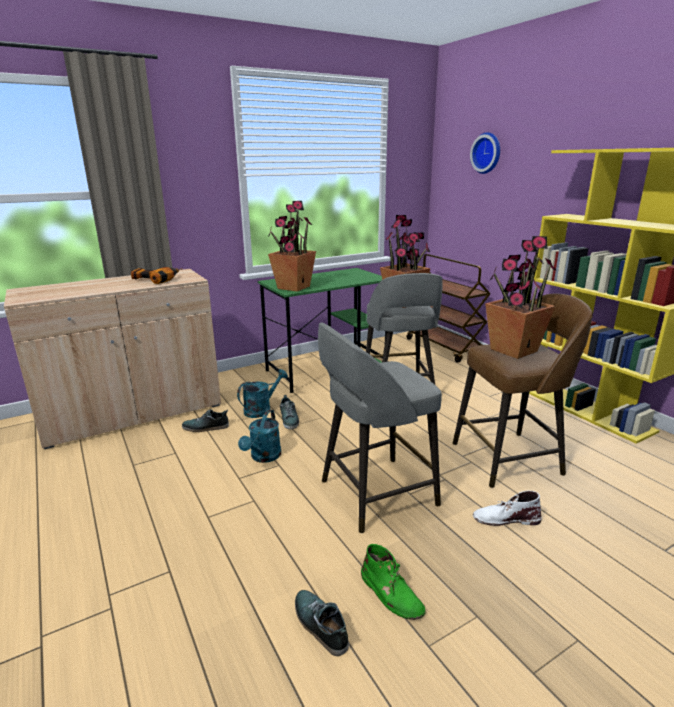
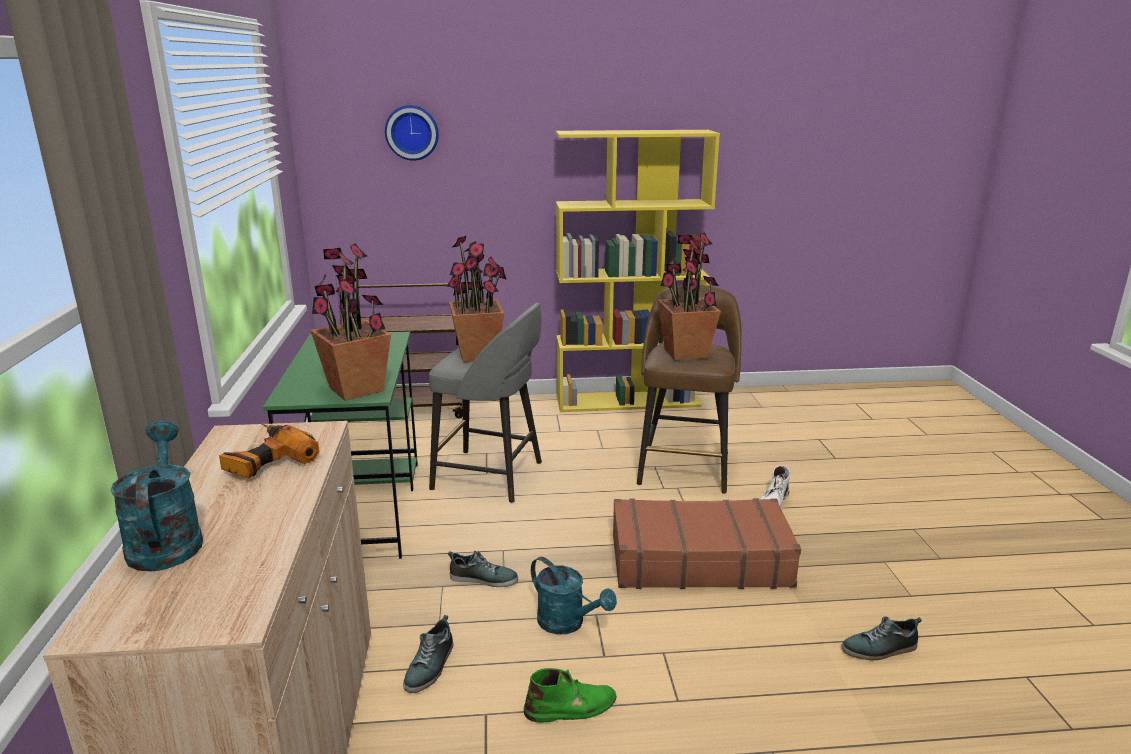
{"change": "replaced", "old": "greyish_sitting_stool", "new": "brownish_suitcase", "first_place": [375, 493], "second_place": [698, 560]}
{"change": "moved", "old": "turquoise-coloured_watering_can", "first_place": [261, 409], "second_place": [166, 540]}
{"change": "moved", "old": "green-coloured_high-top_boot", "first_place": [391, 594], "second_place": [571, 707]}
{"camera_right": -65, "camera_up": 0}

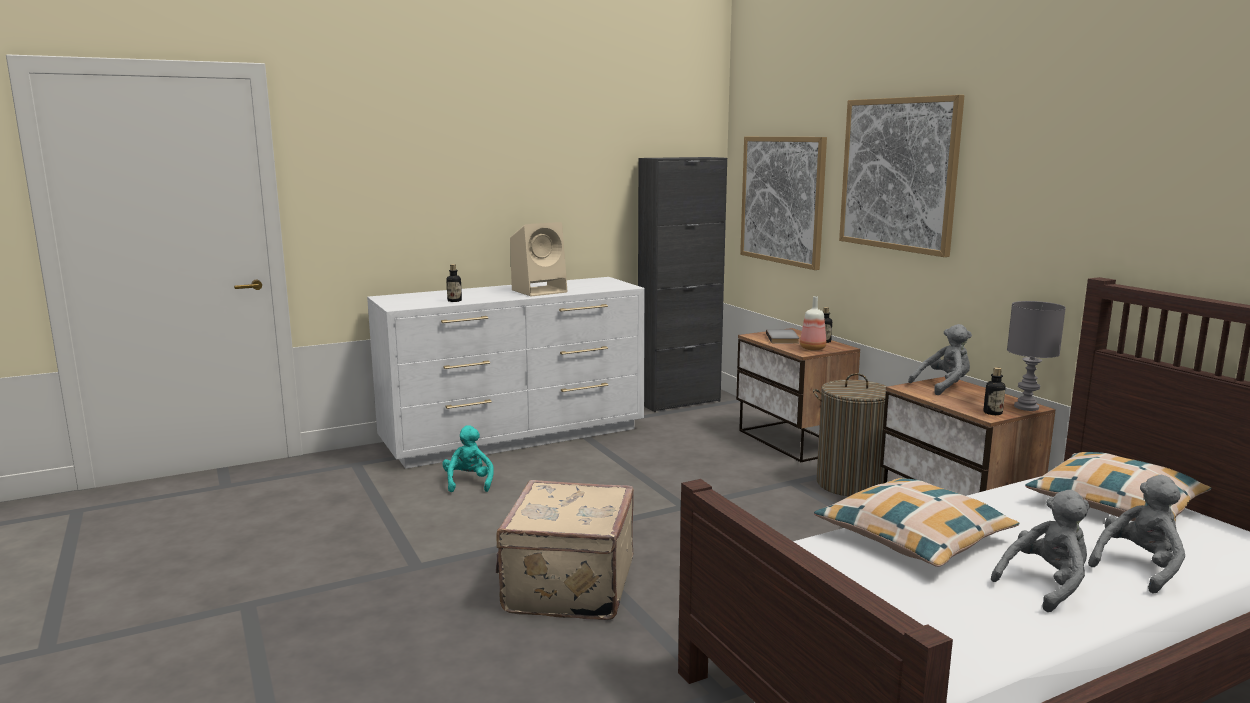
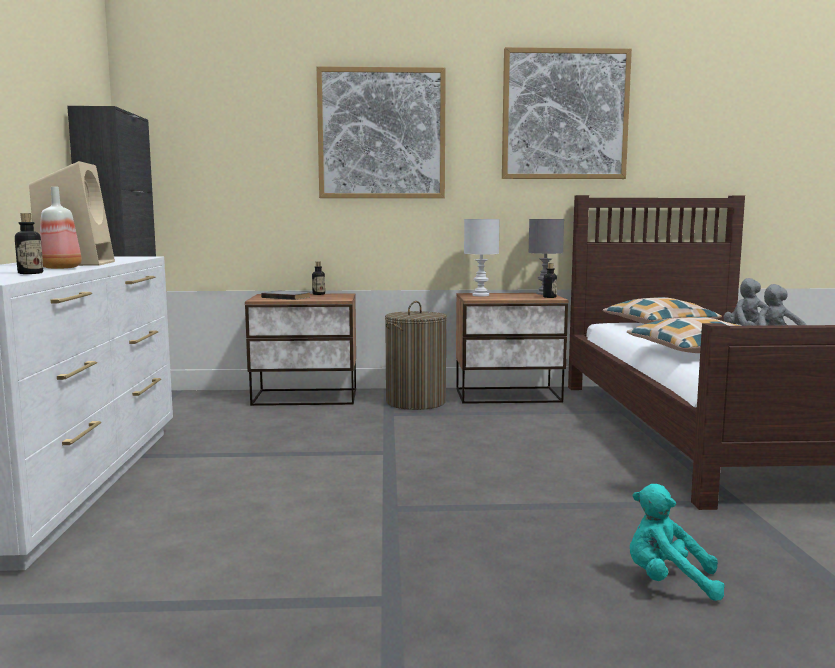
{"change": "moved", "old": "wall_art", "first_place": [782, 200], "second_place": [565, 115]}
{"change": "moved", "old": "drink_bottle", "first_place": [812, 348], "second_place": [59, 268]}
{"change": "replaced", "old": "greyish_cuddly_toy", "new": "whitish_table_lamp", "first_place": [944, 386], "second_place": [481, 295]}
{"change": "moved", "old": "turquoise-coloured_cuddly_toy", "first_place": [469, 483], "second_place": [668, 582]}
{"change": "removed", "old": "sand-coloured_suitcase", "first_place": [567, 586]}
{"camera_right": -65, "camera_up": -5}

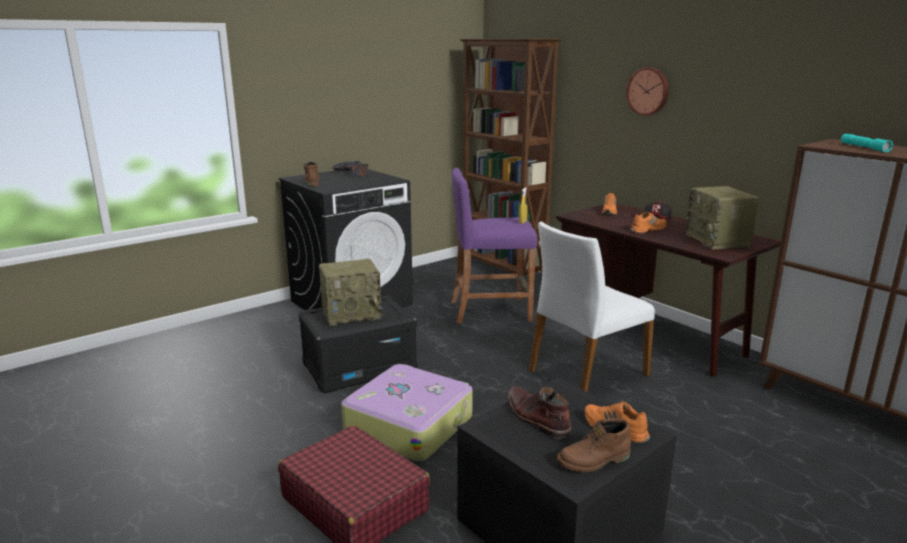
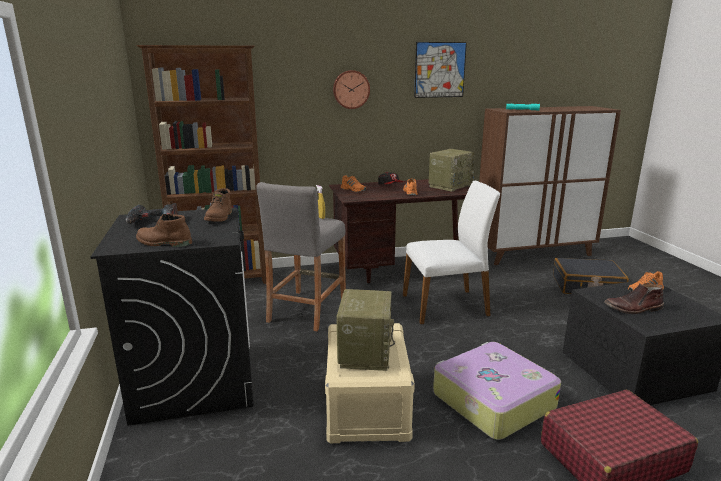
{"change": "recoloured", "old": "purple_sitting_stool", "new": "greyish_sitting_stool", "first_place": [490, 310], "second_place": [306, 310]}
{"change": "turned", "old": "radio_receiver", "first_place": [718, 241], "second_place": [450, 186], "degrees": -60}
{"change": "turned", "old": "whitish_chair", "first_place": [585, 372], "second_place": [446, 305], "degrees": -90}
{"change": "recoloured", "old": "black_storage_bin", "new": "sand-coloured_storage_bin", "first_place": [359, 367], "second_place": [366, 406]}
{"change": "moved", "old": "brownish_high-top_boot", "first_place": [594, 461], "second_place": [220, 217]}
{"change": "added", "new": "wall_art", "second_place": [440, 70]}
{"change": "added", "new": "black_suitcase", "second_place": [587, 286]}
{"camera_right": -65, "camera_up": 0}

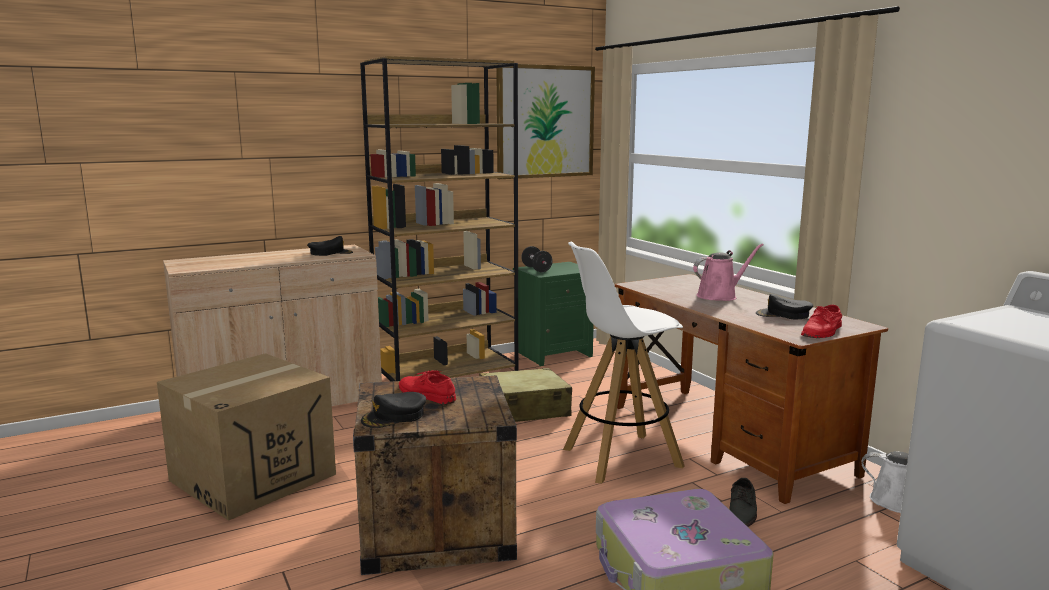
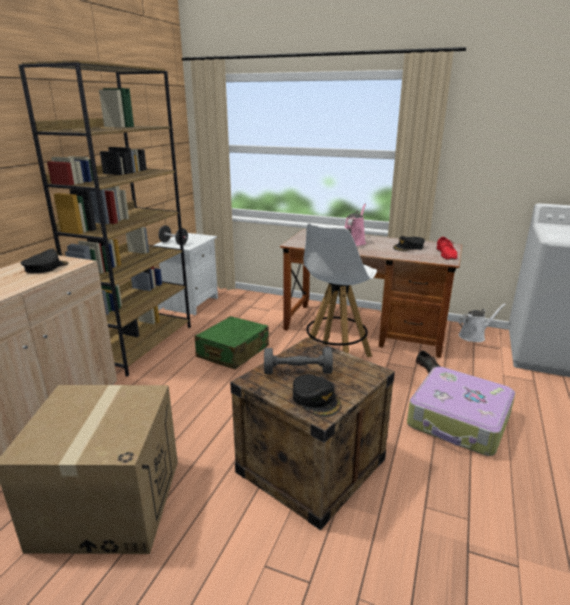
{"change": "removed", "old": "wall_art", "first_place": [545, 122]}
{"change": "recoloured", "old": "green-coloured_bedside_table", "new": "whitish_bedside_table", "first_place": [553, 354], "second_place": [190, 303]}
{"change": "recoloured", "old": "sand-coloured_suitcase", "new": "green-coloured_suitcase", "first_place": [523, 410], "second_place": [233, 352]}
{"change": "replaced", "old": "reddish_shoe", "new": "greyish_hand_weight", "first_place": [425, 395], "second_place": [297, 372]}
{"change": "turned", "old": "black_baseball_cap", "first_place": [394, 416], "second_place": [316, 399], "degrees": -45}
{"camera_right": -40, "camera_up": 10}

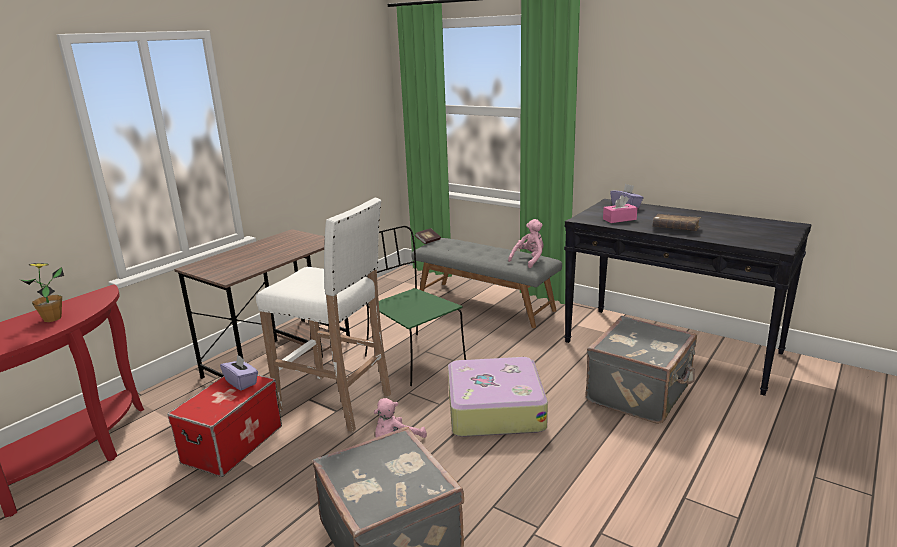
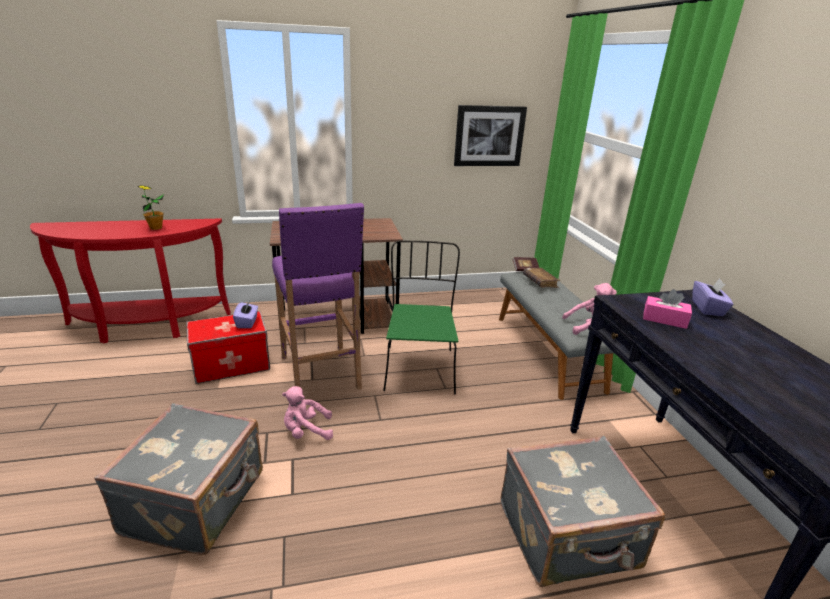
{"change": "recoloured", "old": "whitish_sitting_stool", "new": "purple_sitting_stool", "first_place": [337, 403], "second_place": [321, 373]}
{"change": "moved", "old": "brownish_volume", "first_place": [675, 228], "second_place": [540, 282]}
{"change": "removed", "old": "suitcase", "first_place": [494, 408]}
{"change": "added", "new": "wall_art", "second_place": [489, 136]}
{"camera_right": 40, "camera_up": 5}

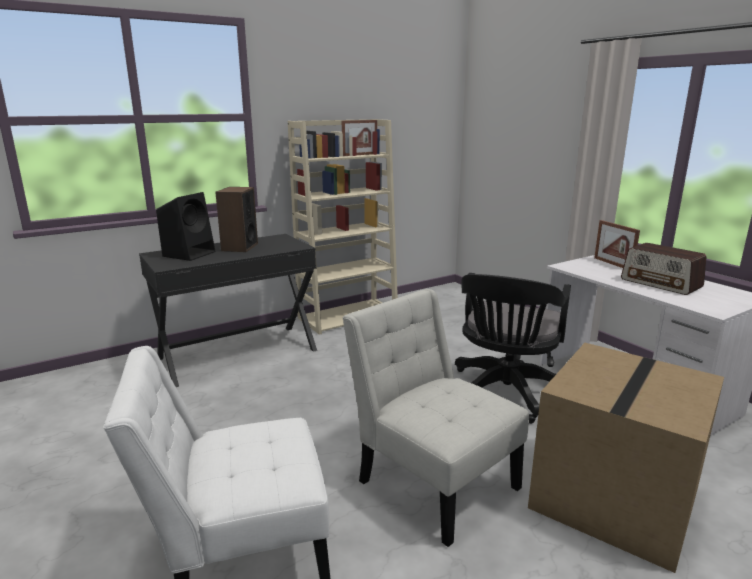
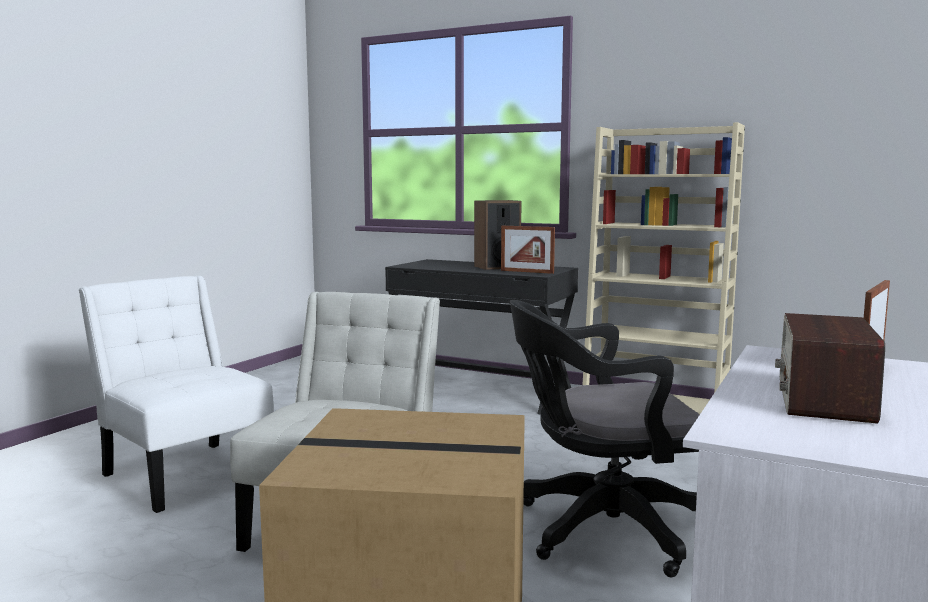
{"change": "moved", "old": "picture_frame", "first_place": [360, 155], "second_place": [527, 272]}
{"change": "removed", "old": "black_loudspeaker", "first_place": [190, 254]}
{"camera_right": 60, "camera_up": -10}

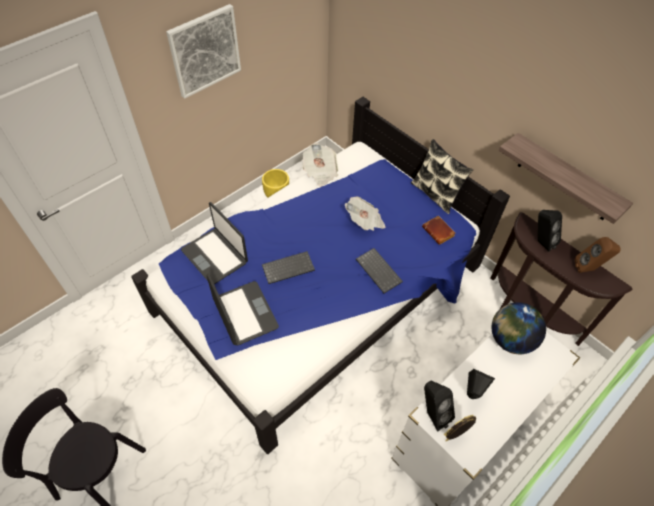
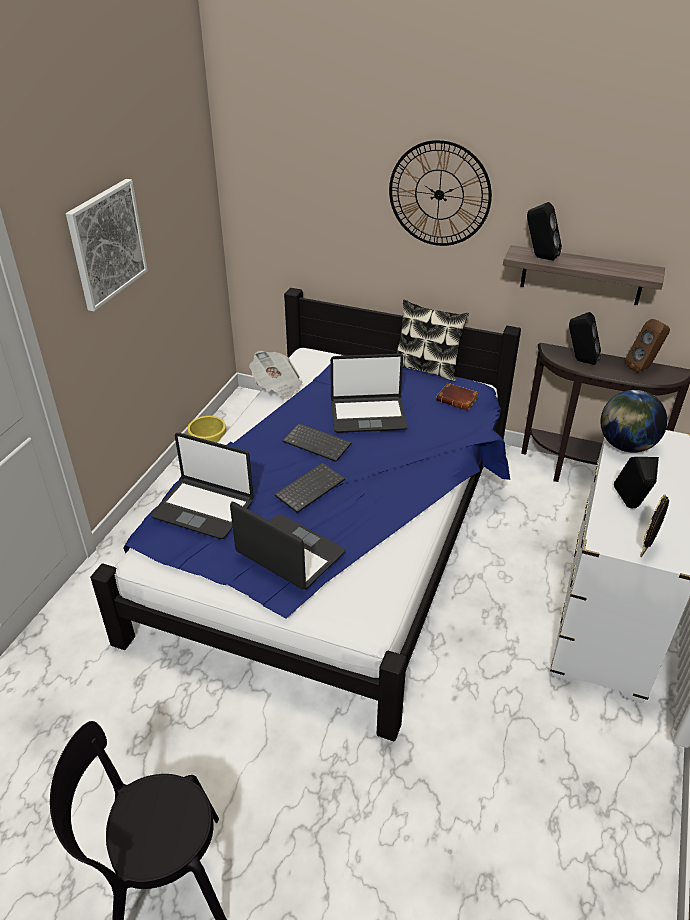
{"change": "replaced", "old": "printed_paper", "new": "notebook_computer", "first_place": [365, 221], "second_place": [368, 415]}
{"change": "moved", "old": "keyboard", "first_place": [379, 271], "second_place": [318, 443]}
{"change": "moved", "old": "black_loudspeaker", "first_place": [432, 414], "second_place": [539, 257]}
{"change": "added", "new": "clock_on_the_wall", "second_place": [439, 194]}
{"camera_right": -25, "camera_up": -15}

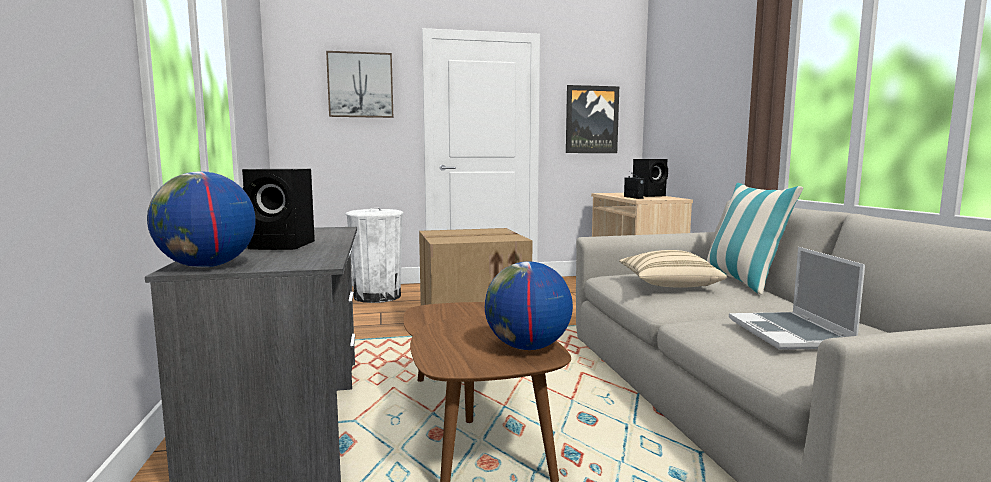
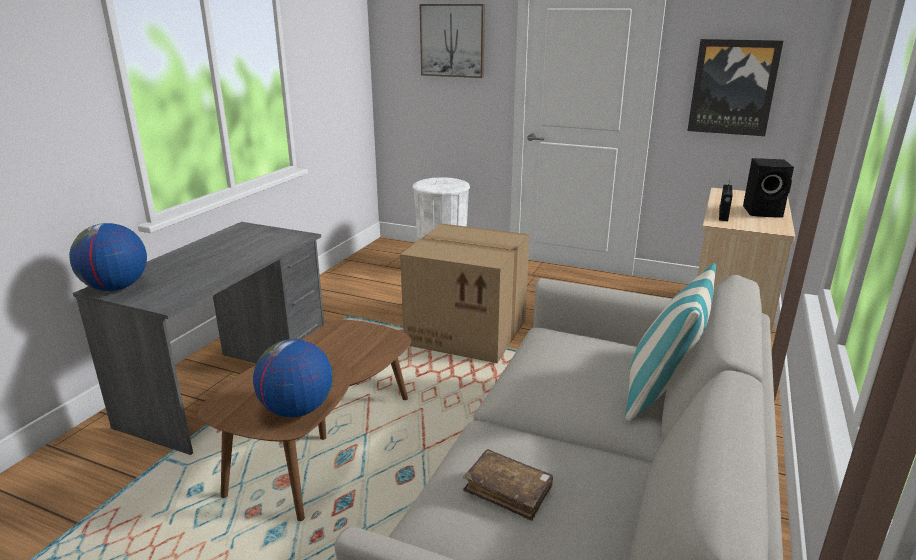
{"change": "removed", "old": "black_loudspeaker", "first_place": [284, 246]}
{"change": "replaced", "old": "notebook_computer", "new": "brownish_volume", "first_place": [790, 333], "second_place": [508, 491]}
{"change": "removed", "old": "sand-coloured_throw_pillow", "first_place": [668, 285]}
{"camera_right": 35, "camera_up": 15}

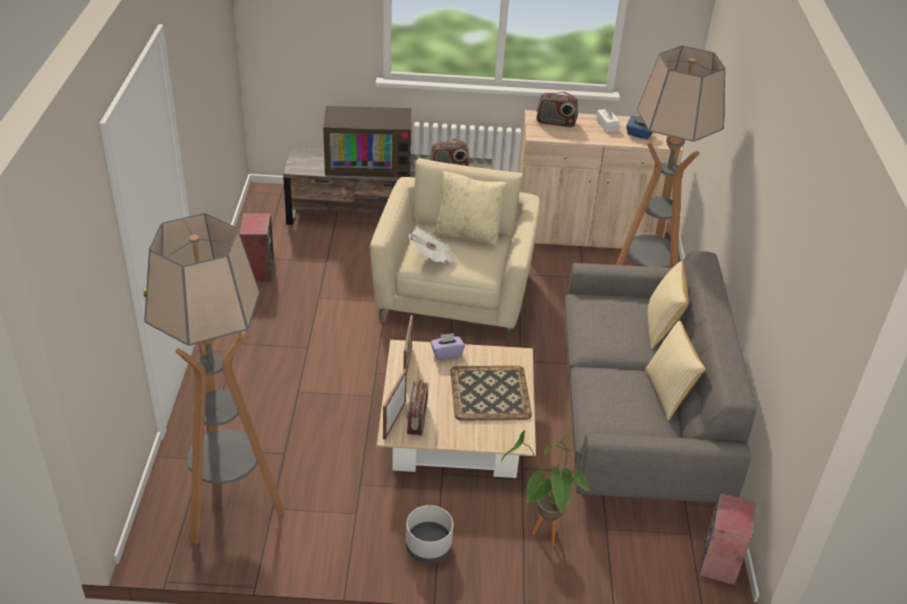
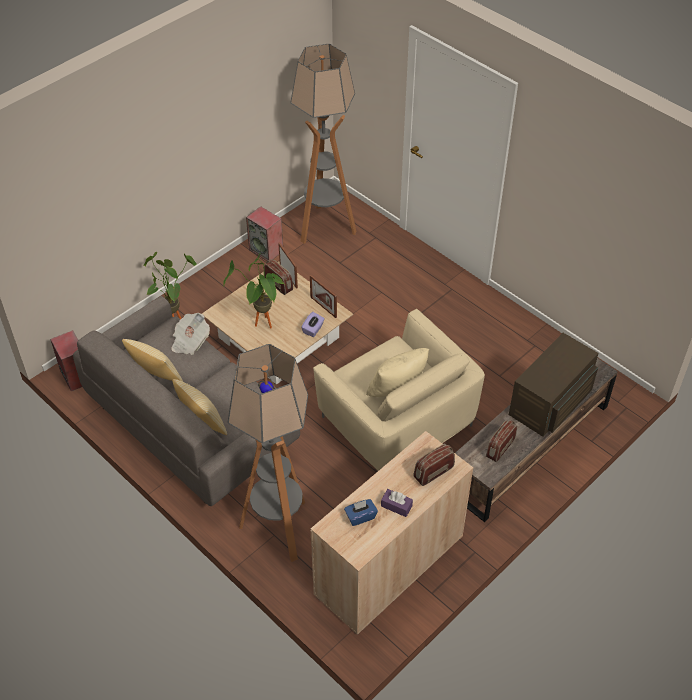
{"change": "recoloured", "old": "whitish_tissue_box", "new": "purple_tissue_box", "first_place": [606, 125], "second_place": [396, 506]}
{"change": "moved", "old": "loudspeaker", "first_place": [258, 269], "second_place": [266, 250]}
{"change": "moved", "old": "printed_paper", "first_place": [433, 258], "second_place": [190, 341]}
{"change": "replaced", "old": "serving_tray", "new": "houseplant", "first_place": [490, 393], "second_place": [262, 327]}
{"change": "removed", "old": "greyish_planter", "first_place": [429, 547]}
{"camera_right": 135, "camera_up": 10}

